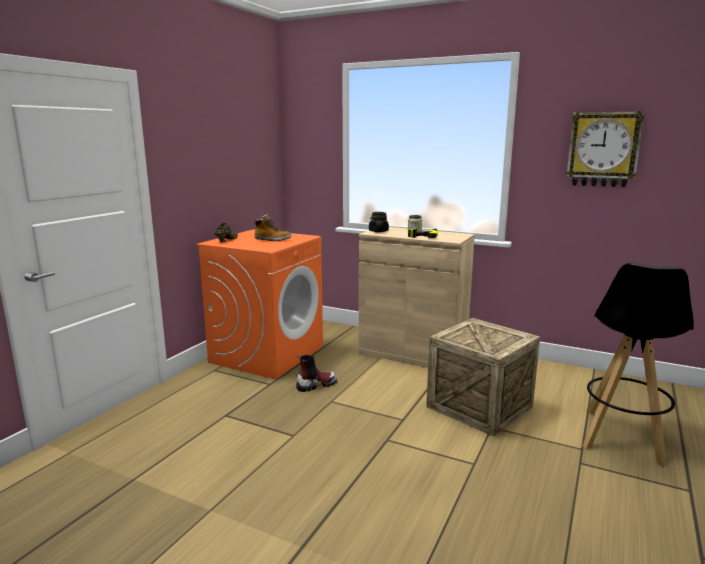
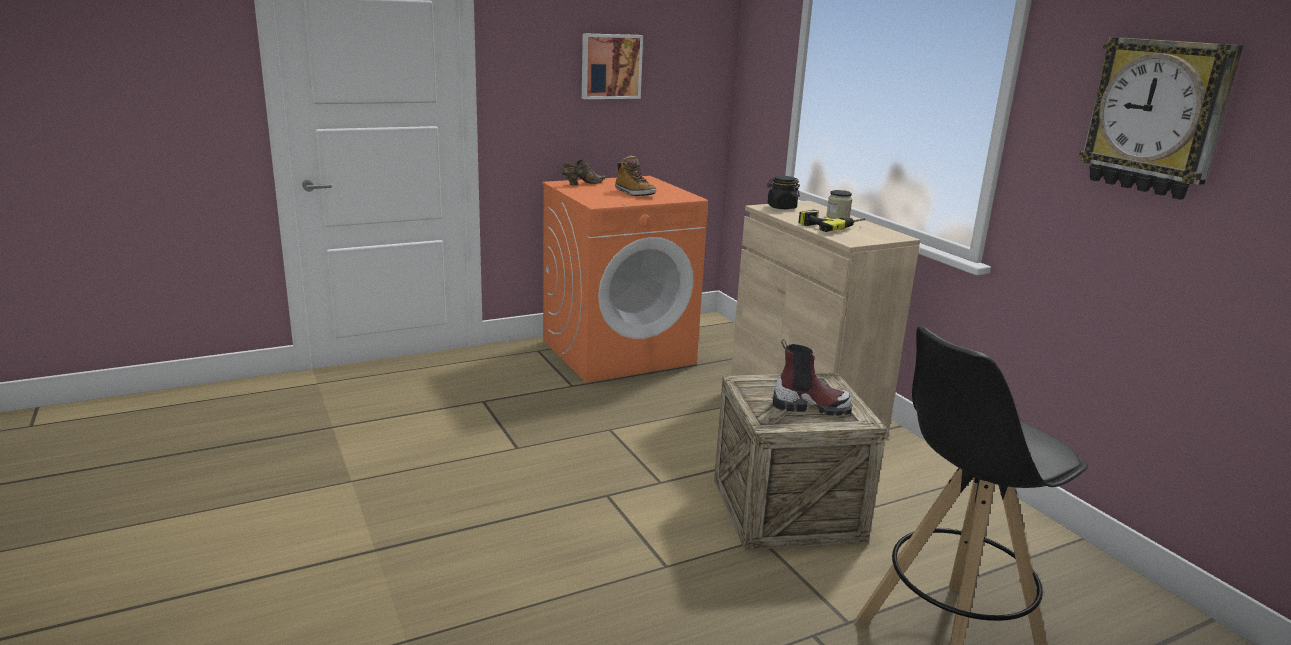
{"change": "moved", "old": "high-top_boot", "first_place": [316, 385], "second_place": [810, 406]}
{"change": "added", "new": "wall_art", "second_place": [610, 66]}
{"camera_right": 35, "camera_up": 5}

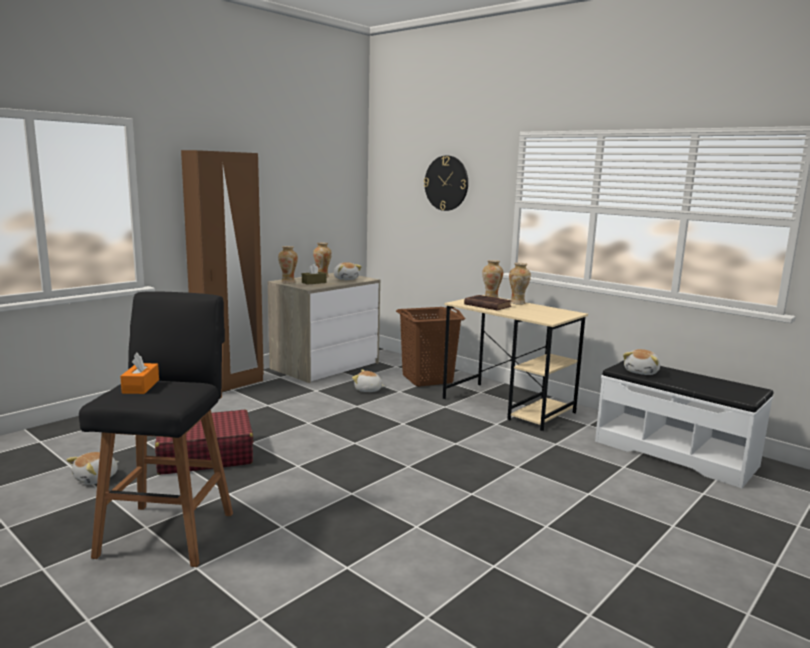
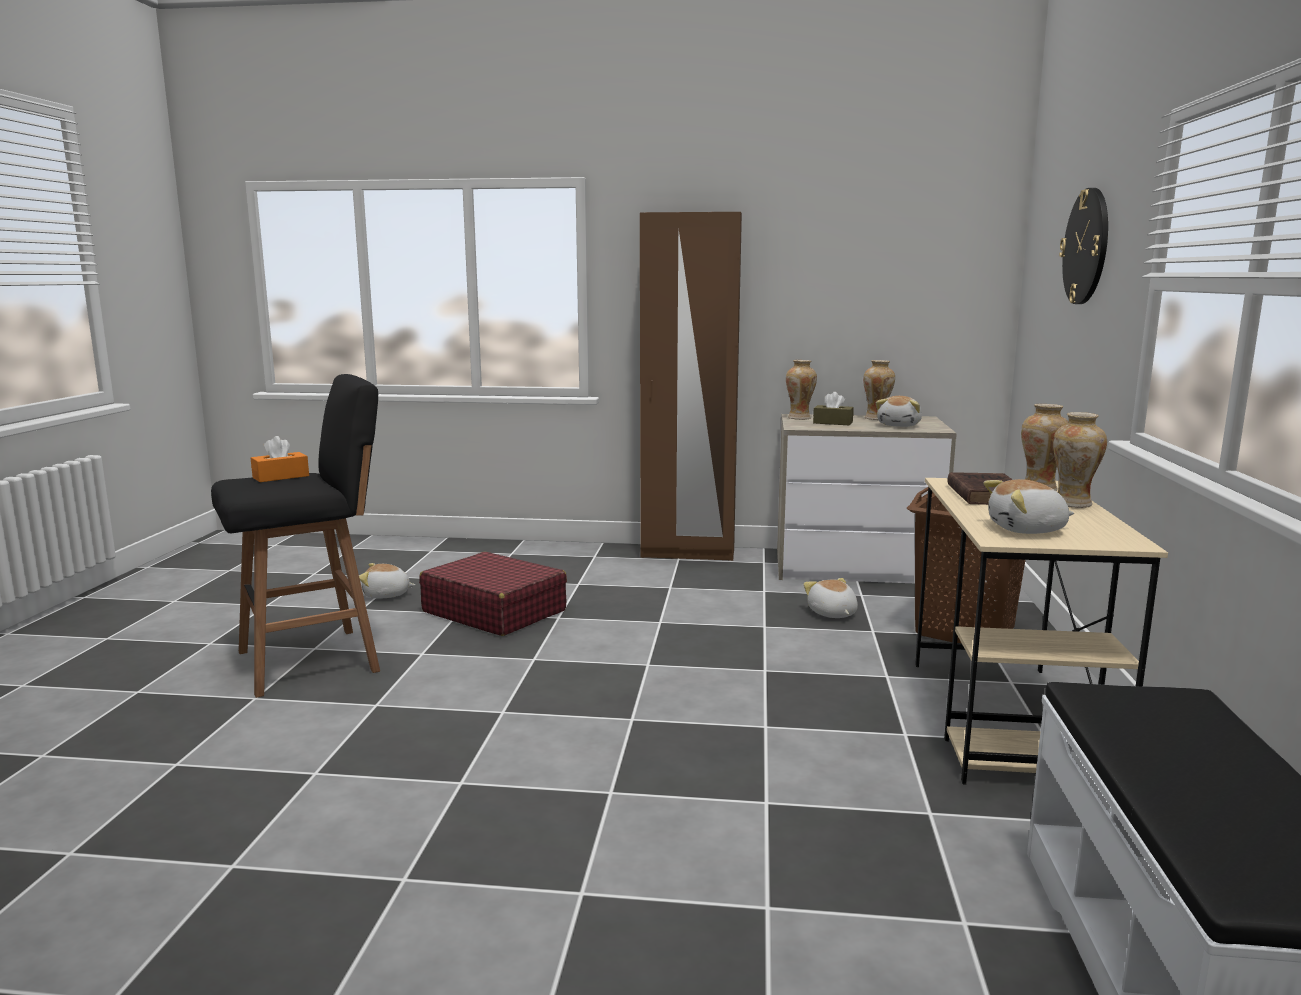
{"change": "moved", "old": "cuddly_toy", "first_place": [642, 372], "second_place": [1027, 530]}
{"camera_right": 55, "camera_up": 0}

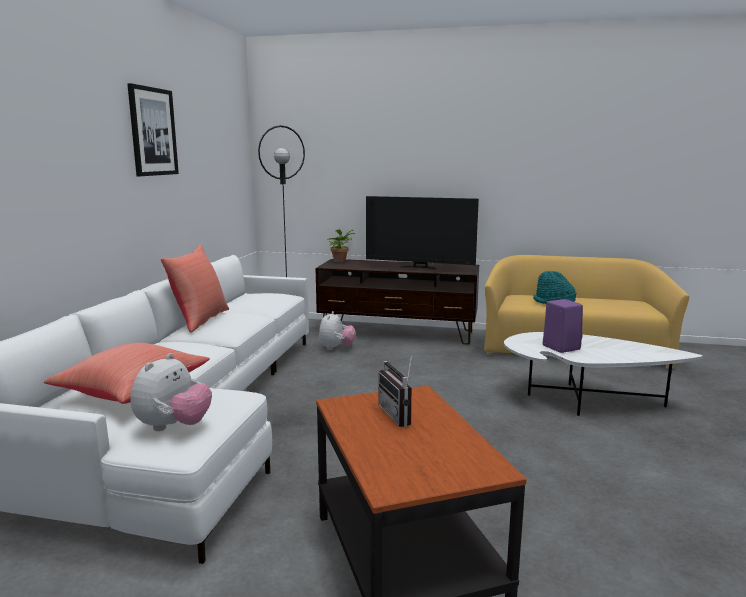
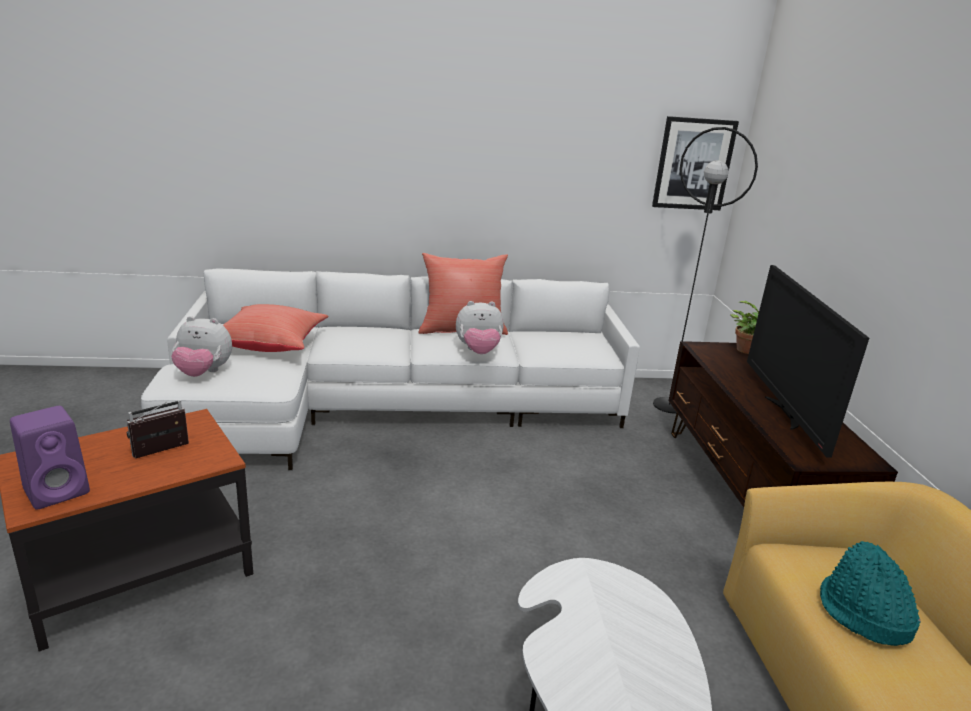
{"change": "moved", "old": "wall_art", "first_place": [153, 132], "second_place": [693, 164]}
{"change": "moved", "old": "purple_loudspeaker", "first_place": [560, 347], "second_place": [59, 490]}
{"change": "moved", "old": "cuddly_toy", "first_place": [336, 348], "second_place": [478, 351]}
{"camera_right": 70, "camera_up": 10}

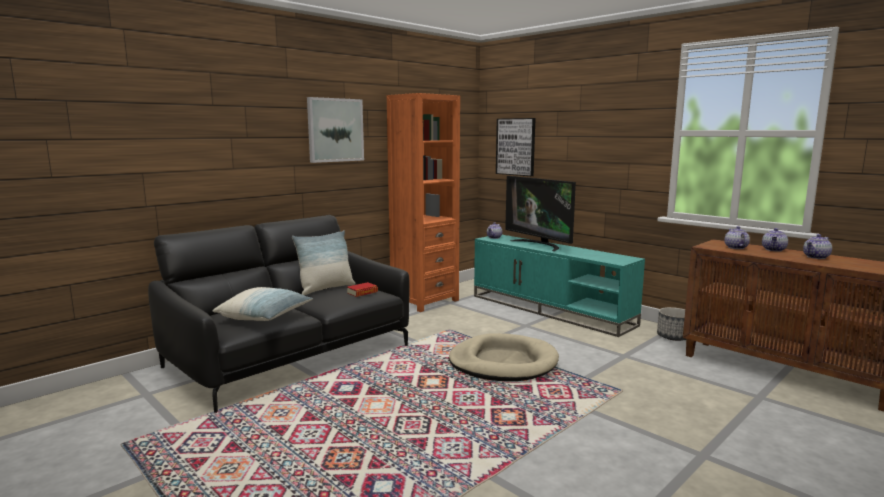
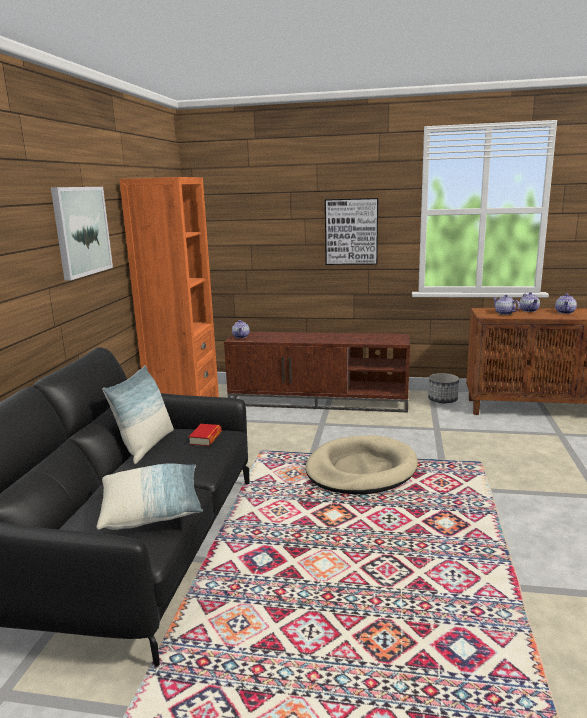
{"change": "moved", "old": "wall_art", "first_place": [516, 146], "second_place": [351, 231]}
{"change": "removed", "old": "TV", "first_place": [539, 244]}
{"change": "recoloured", "old": "turquoise-coloured_media_console", "new": "brownish_media_console", "first_place": [551, 310], "second_place": [319, 401]}
{"camera_right": -35, "camera_up": 5}

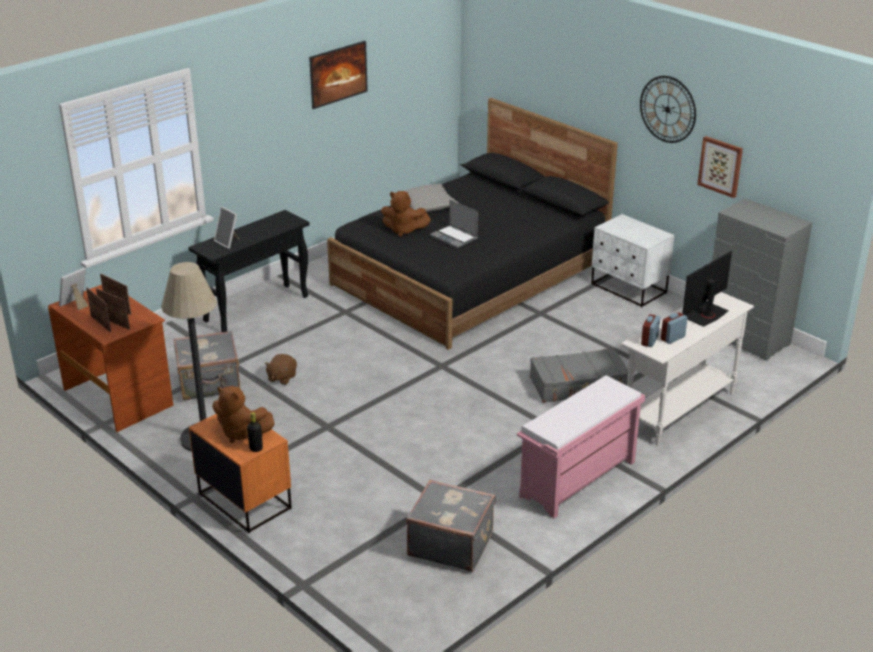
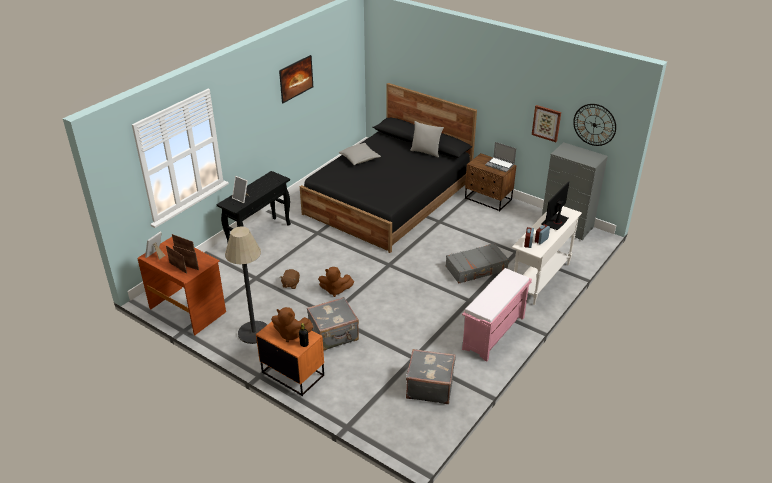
{"change": "moved", "old": "clock_on_the_wall", "first_place": [667, 109], "second_place": [594, 125]}
{"change": "moved", "old": "brownish_cuddly_toy", "first_place": [404, 230], "second_place": [335, 290]}
{"change": "moved", "old": "notebook_computer", "first_place": [454, 238], "second_place": [500, 165]}
{"change": "recoloured", "old": "whitish_bedside_table", "new": "brownish_bedside_table", "first_place": [628, 289], "second_place": [488, 199]}
{"change": "moved", "old": "greyish_suitcase", "first_place": [210, 384], "second_place": [334, 335]}
{"change": "added", "new": "greyish_throw_pillow", "second_place": [426, 152]}
{"camera_right": -10, "camera_up": 5}

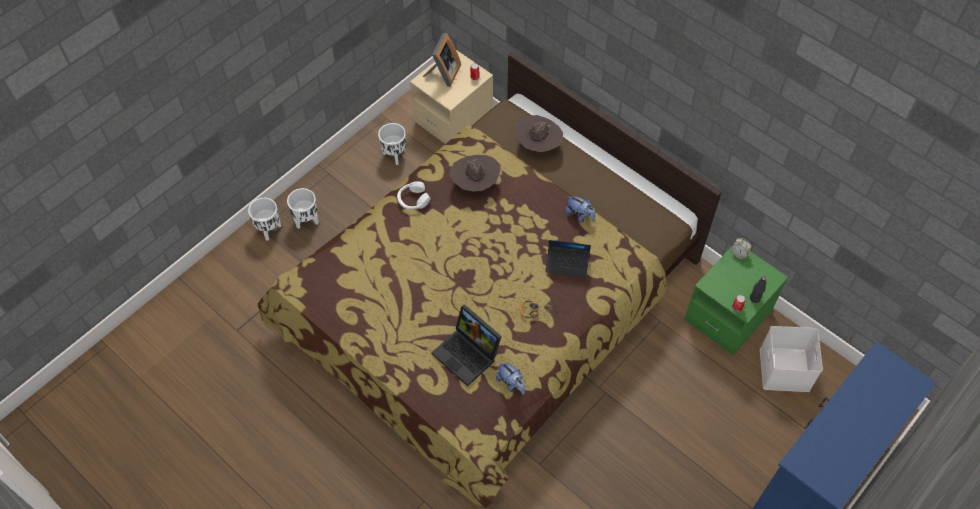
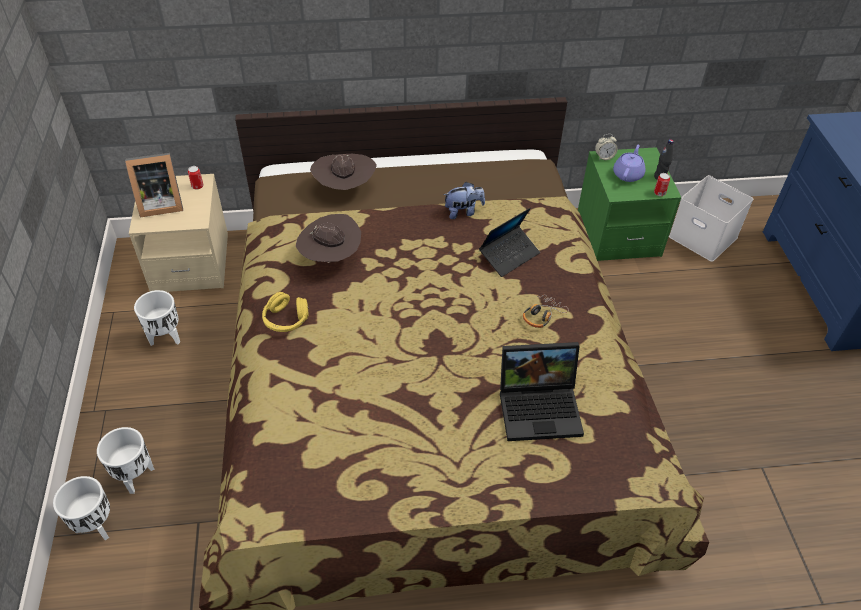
{"change": "turned", "old": "picture_frame", "first_place": [443, 74], "second_place": [159, 204], "degrees": 105}
{"change": "recoloured", "old": "whitish_headphones", "new": "yellowish_headphones", "first_place": [413, 200], "second_place": [286, 319]}
{"change": "removed", "old": "cuddly_toy", "first_place": [511, 383]}
{"change": "added", "new": "purple_teapot", "second_place": [628, 174]}
{"camera_right": -50, "camera_up": -10}

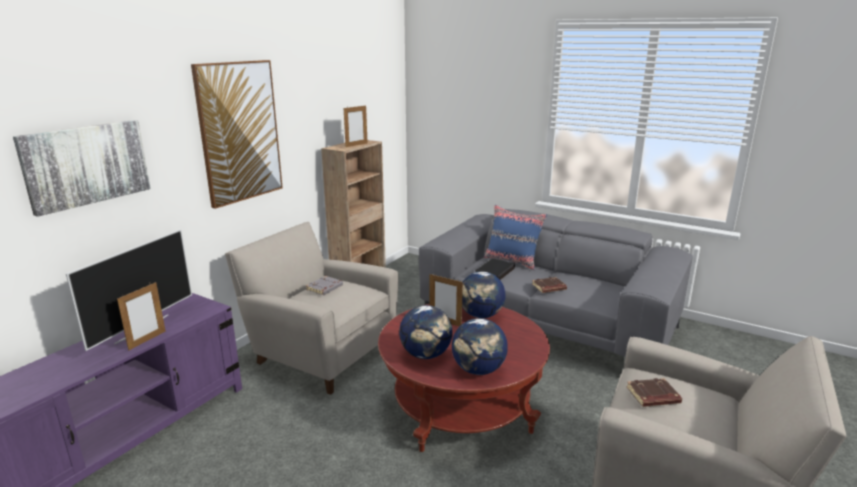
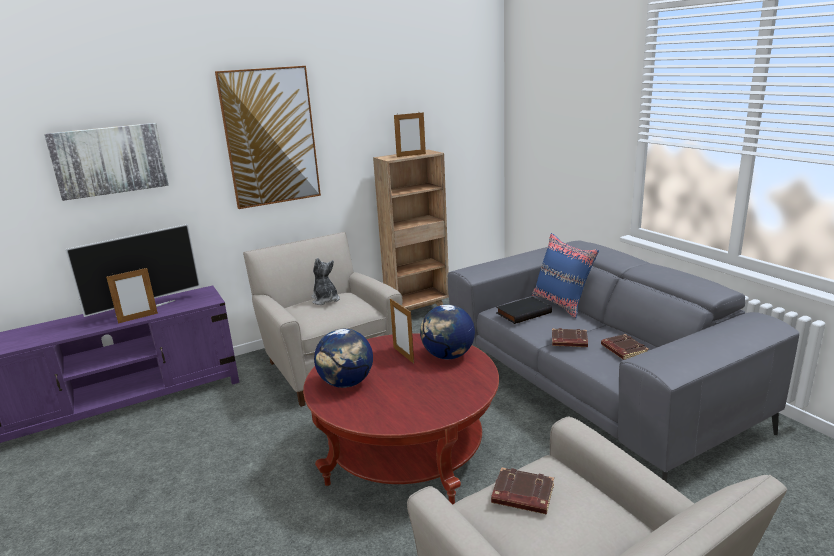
{"change": "replaced", "old": "greyish_volume", "new": "cuddly_toy", "first_place": [325, 288], "second_place": [325, 300]}
{"change": "removed", "old": "globe", "first_place": [478, 370]}
{"change": "added", "new": "brownish_volume", "second_place": [623, 350]}
{"camera_right": 30, "camera_up": 0}

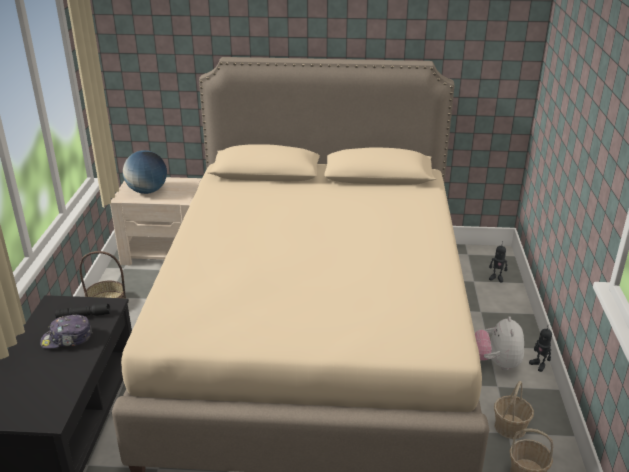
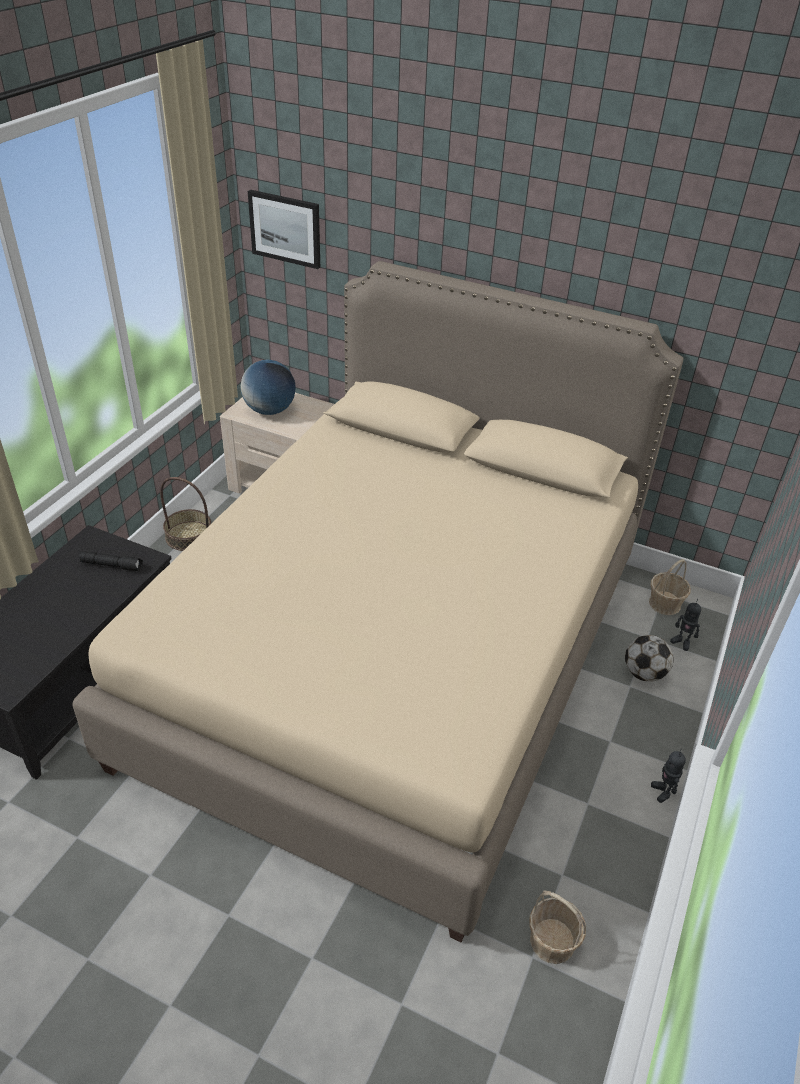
{"change": "removed", "old": "baseball_cap", "first_place": [67, 339]}
{"change": "removed", "old": "cuddly_toy", "first_place": [496, 363]}
{"change": "moved", "old": "household_basket", "first_place": [510, 427], "second_place": [665, 604]}
{"change": "added", "new": "wall_art", "second_place": [285, 228]}
{"change": "added", "new": "football_ball", "second_place": [644, 673]}
{"camera_right": 20, "camera_up": 10}

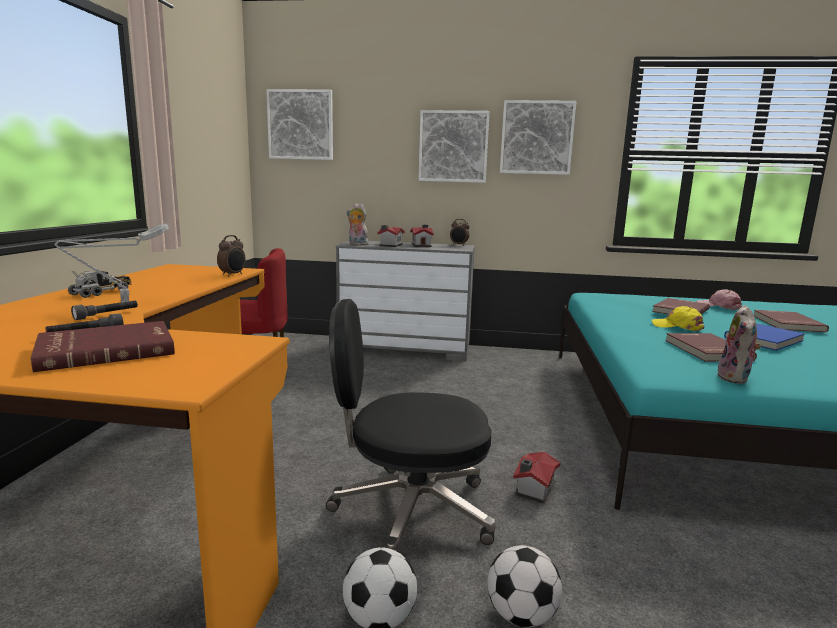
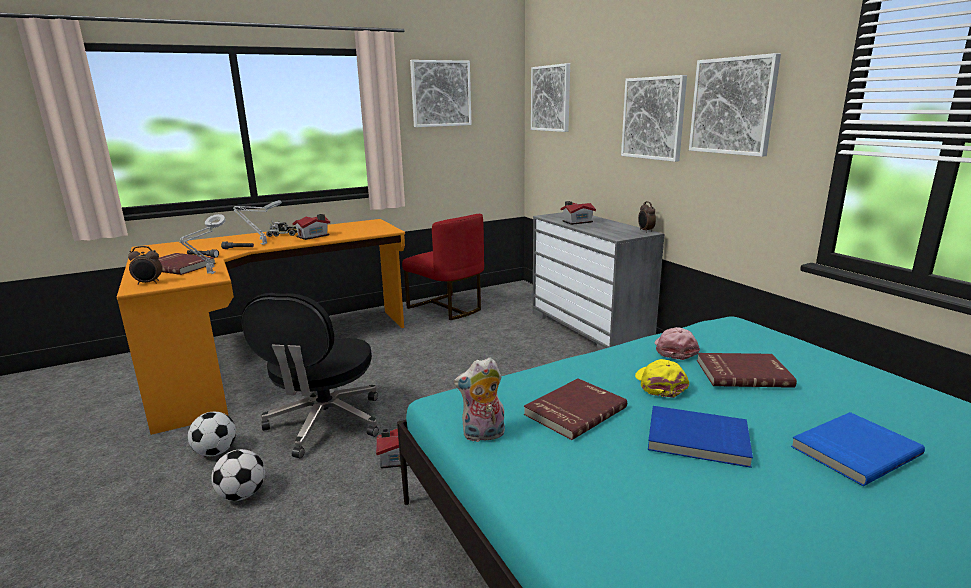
{"change": "removed", "old": "cuddly_toy", "first_place": [357, 244]}
{"change": "moved", "old": "model_house", "first_place": [422, 245], "second_place": [314, 236]}
{"change": "moved", "old": "table_clock", "first_place": [233, 275], "second_place": [149, 283]}
{"change": "moved", "old": "pink-coloured_baseball_cap", "first_place": [718, 306], "second_place": [674, 349]}
{"change": "turned", "old": "black_desk_chair", "first_place": [409, 511], "second_place": [324, 424], "degrees": -135}
{"change": "recoloured", "old": "reddish_volume", "new": "bluish_volume", "first_place": [786, 323], "second_place": [853, 450]}
{"change": "added", "new": "wall_art", "second_place": [441, 93]}
{"change": "added", "new": "greyish_table_lamp", "second_place": [210, 274]}
{"camera_right": 55, "camera_up": 5}

